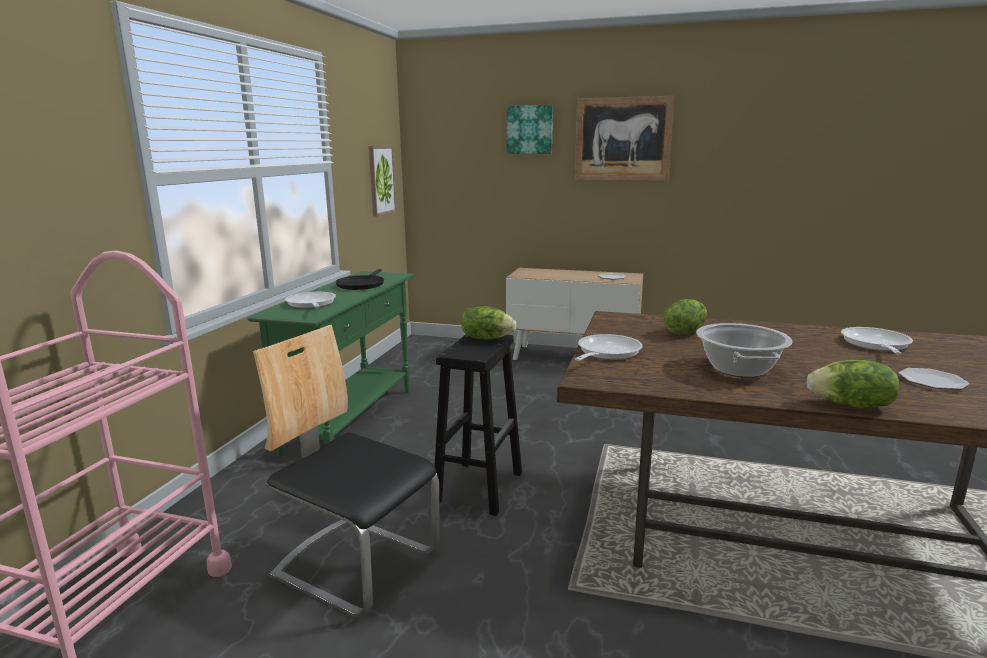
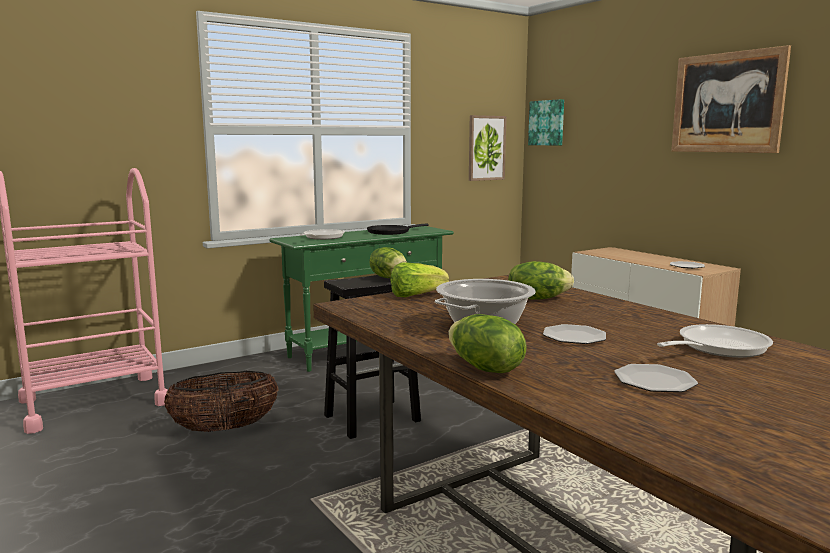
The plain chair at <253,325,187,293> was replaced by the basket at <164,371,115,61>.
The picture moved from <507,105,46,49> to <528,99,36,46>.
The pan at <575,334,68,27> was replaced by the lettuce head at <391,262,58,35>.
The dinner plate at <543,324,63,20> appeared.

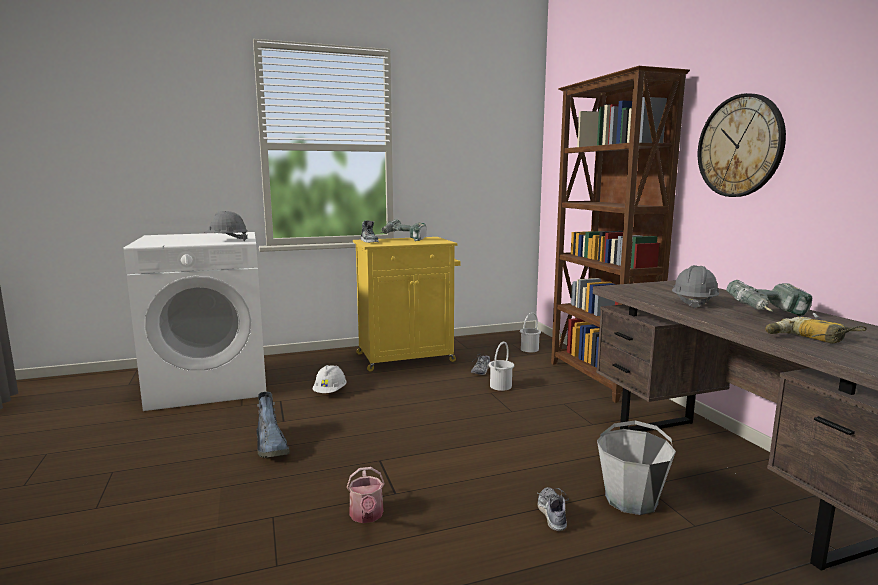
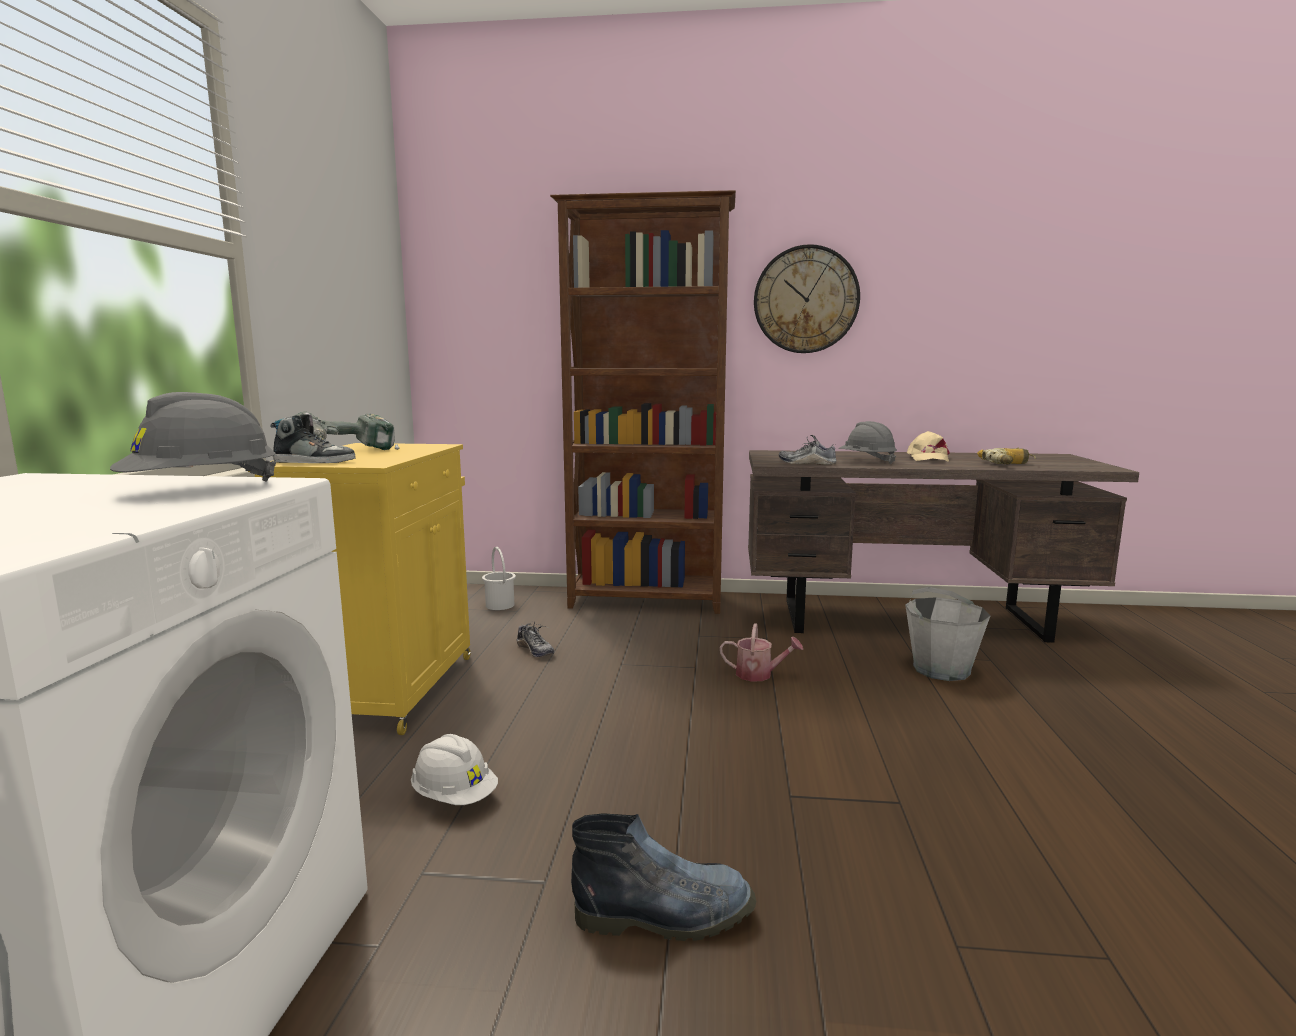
The sprinkling can moved from <347,467,38,56> to <720,623,84,59>.
The whitish bucket at <489,342,25,49> disappeared.
The low shoe moved from <536,487,33,44> to <779,435,58,30>.
The electric drill at <726,280,93,38> was replaced by the beige-coloured peaked cap at <907,431,43,31>.

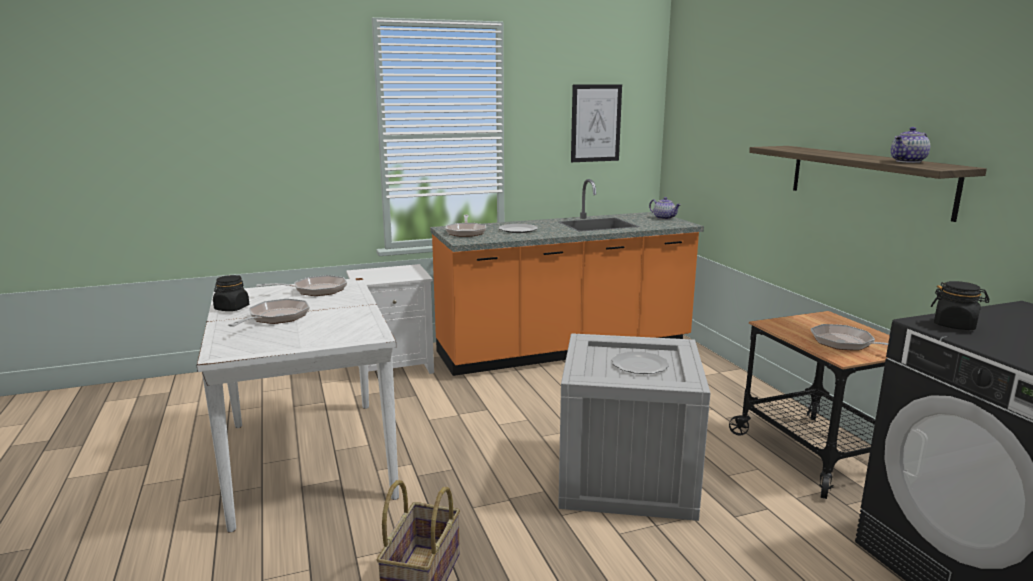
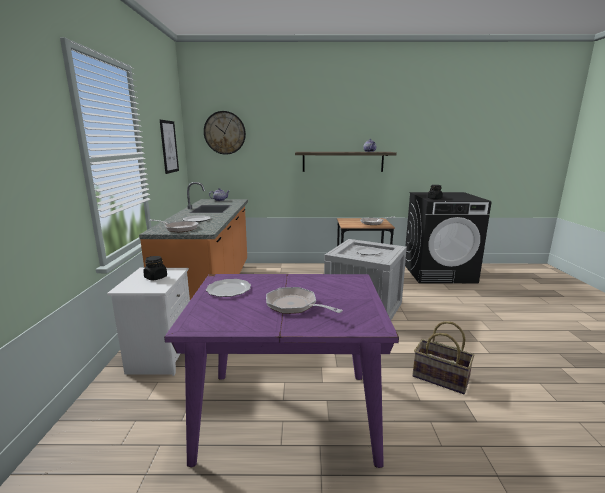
The whitish dinner table at <197,278,202,255> became the purple dinner table at <164,274,235,194>.
The blackish preserve jar moved from <213,275,36,36> to <143,256,24,25>.
The pan at <256,275,91,21> was replaced by the dinner plate at <206,279,45,18>.
The wall clock at <204,111,42,44> appeared.

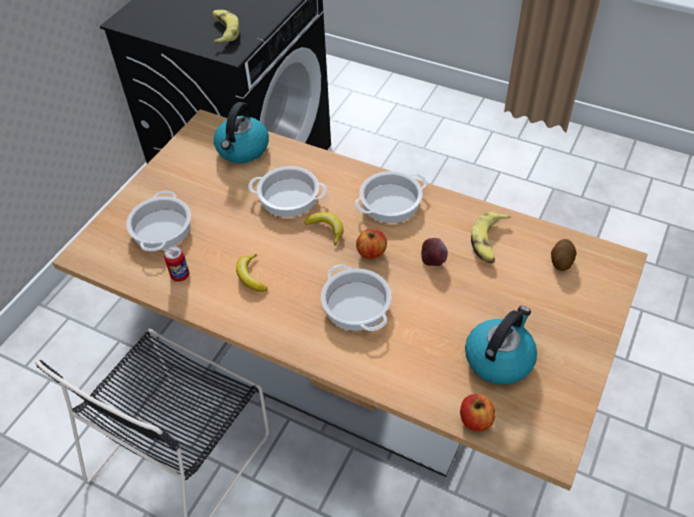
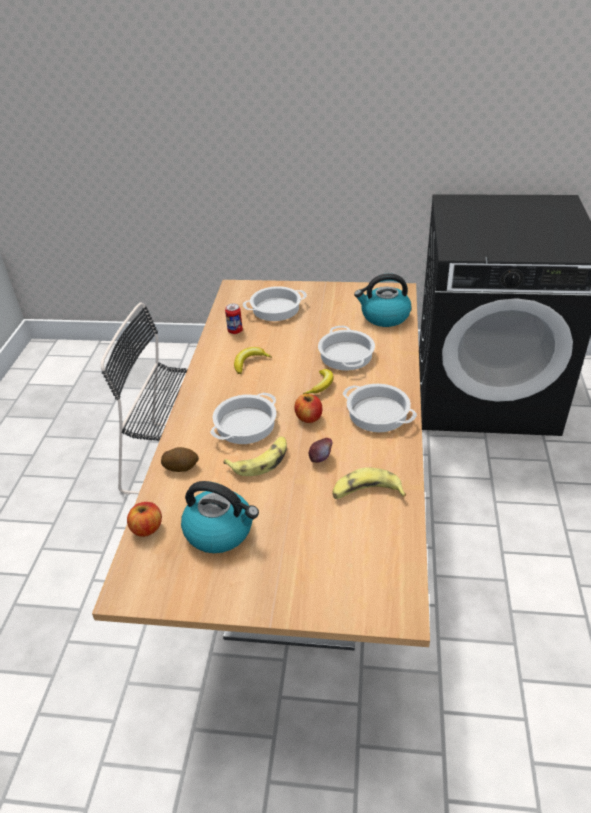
The whole banana moved from <212,10,28,34> to <223,437,64,39>.
The spud moved from <551,239,25,32> to <161,447,38,25>.

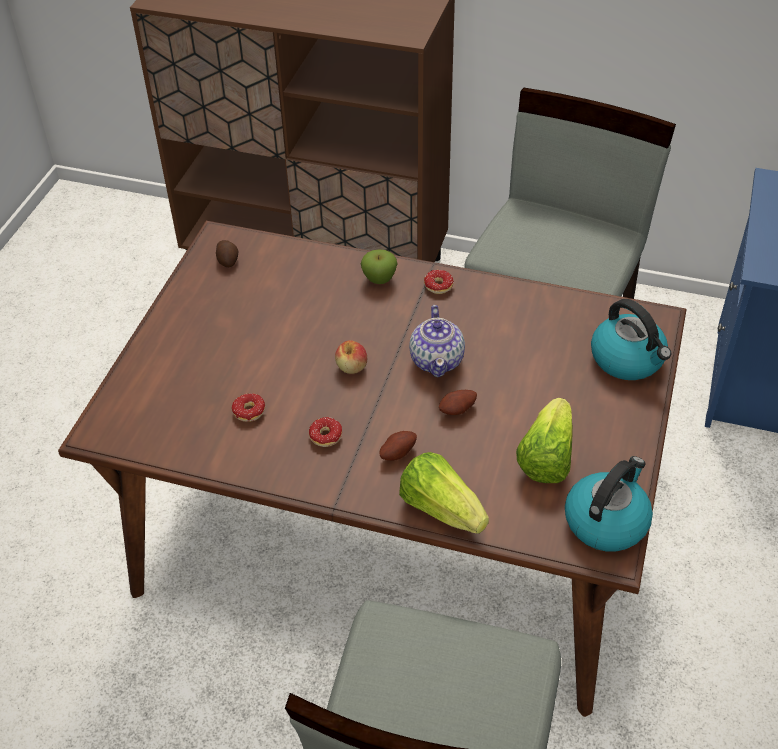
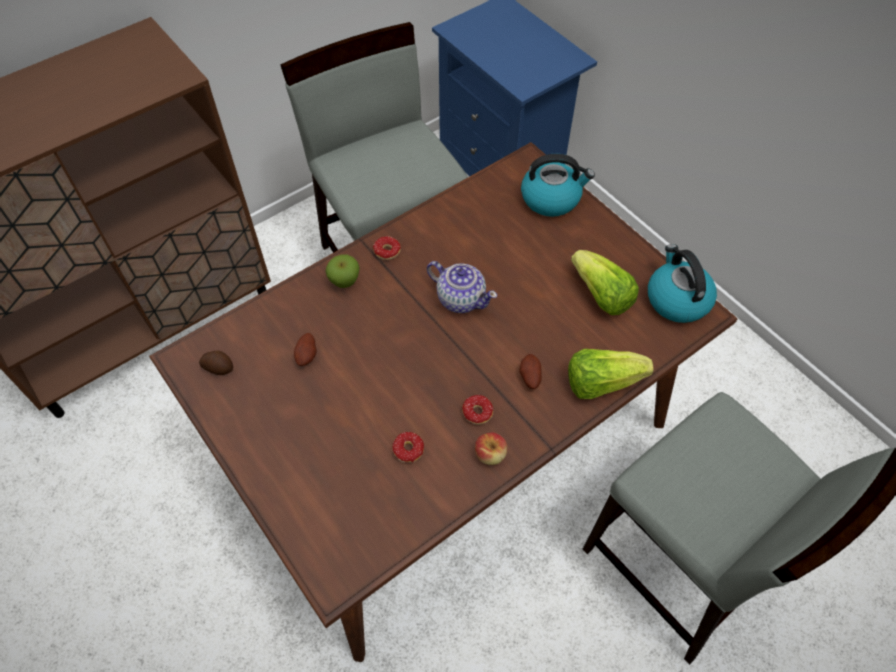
The apple moved from <335,340,32,34> to <475,432,32,33>.
The spud moved from <439,390,38,25> to <294,333,23,33>.

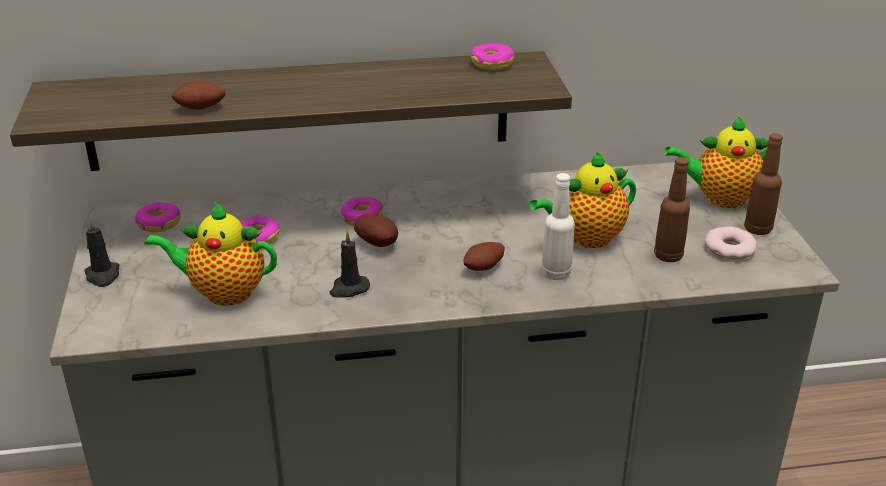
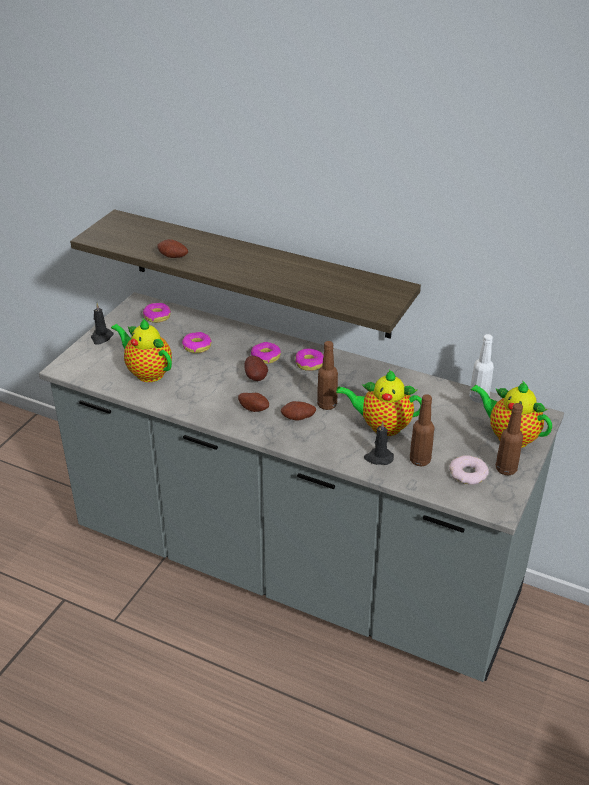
The blackish candle moved from <329,231,41,67> to <364,421,30,44>.
The doughnut moved from <471,44,43,26> to <295,349,28,22>.
The whitish bottle moved from <541,173,34,107> to <469,334,25,69>.
The spud at <238,393,31,19> appeared.
The brown bottle at <317,341,21,69> appeared.

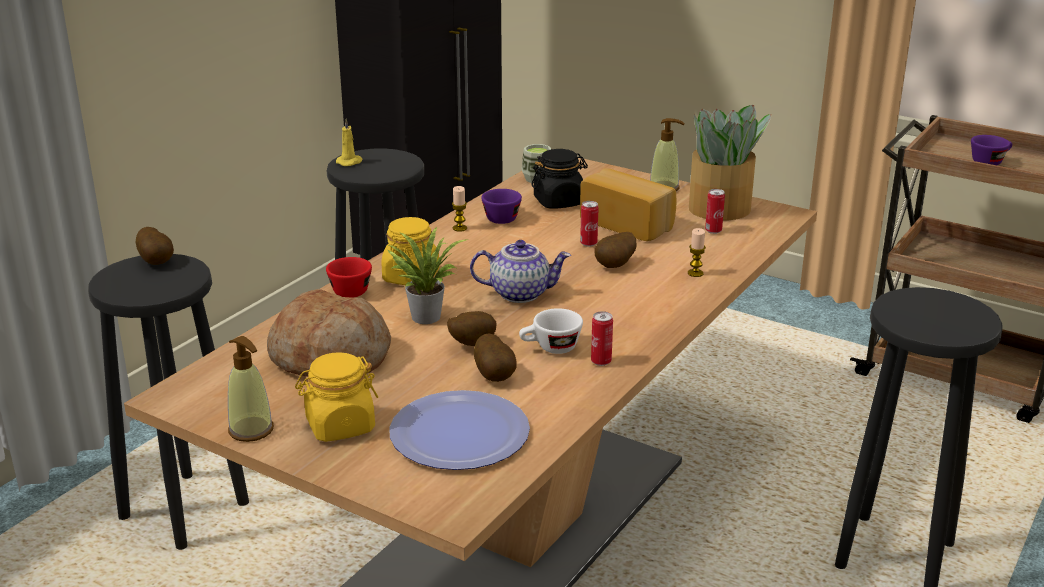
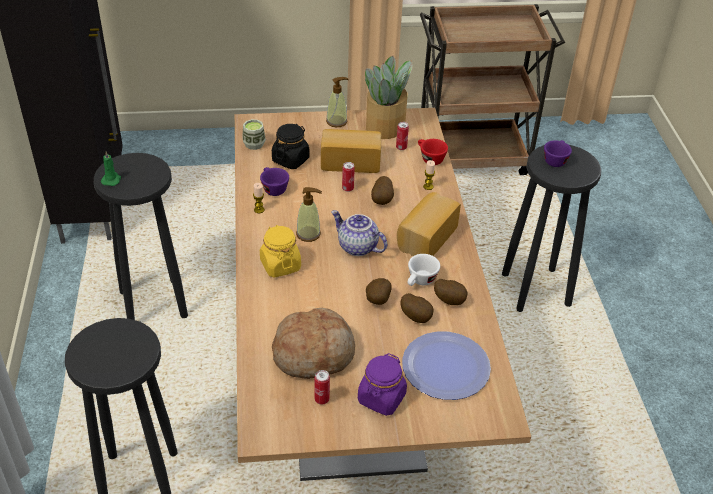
The spud moved from <136,227,38,38> to <434,279,33,26>.
The soap bottle moved from <228,336,46,106> to <296,187,26,55>.
The yellow-coloured preserve jar at <295,352,83,90> became the purple preserve jar at <358,353,49,63>.
The red small cup moved from <326,257,46,41> to <418,139,30,26>.
The yellow-coloured candle at <336,118,27,48> became the green-coloured candle at <101,151,20,35>.
The plant in a pot at <388,227,81,97> disappeared.
The pot for tea at <470,240,101,63> turned 105 degrees counterclockwise.
The metal can moved from <591,311,22,55> to <315,370,15,35>.
The purple small cup moved from <971,135,41,30> to <544,140,28,27>.
The bakery bread at <397,192,64,64> appeared.

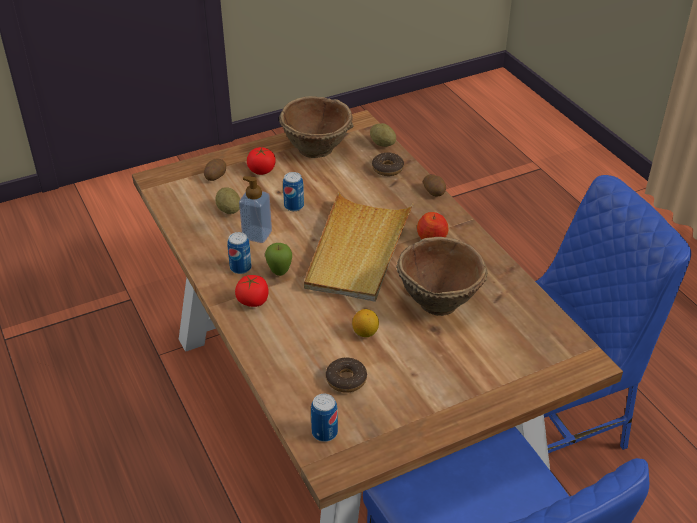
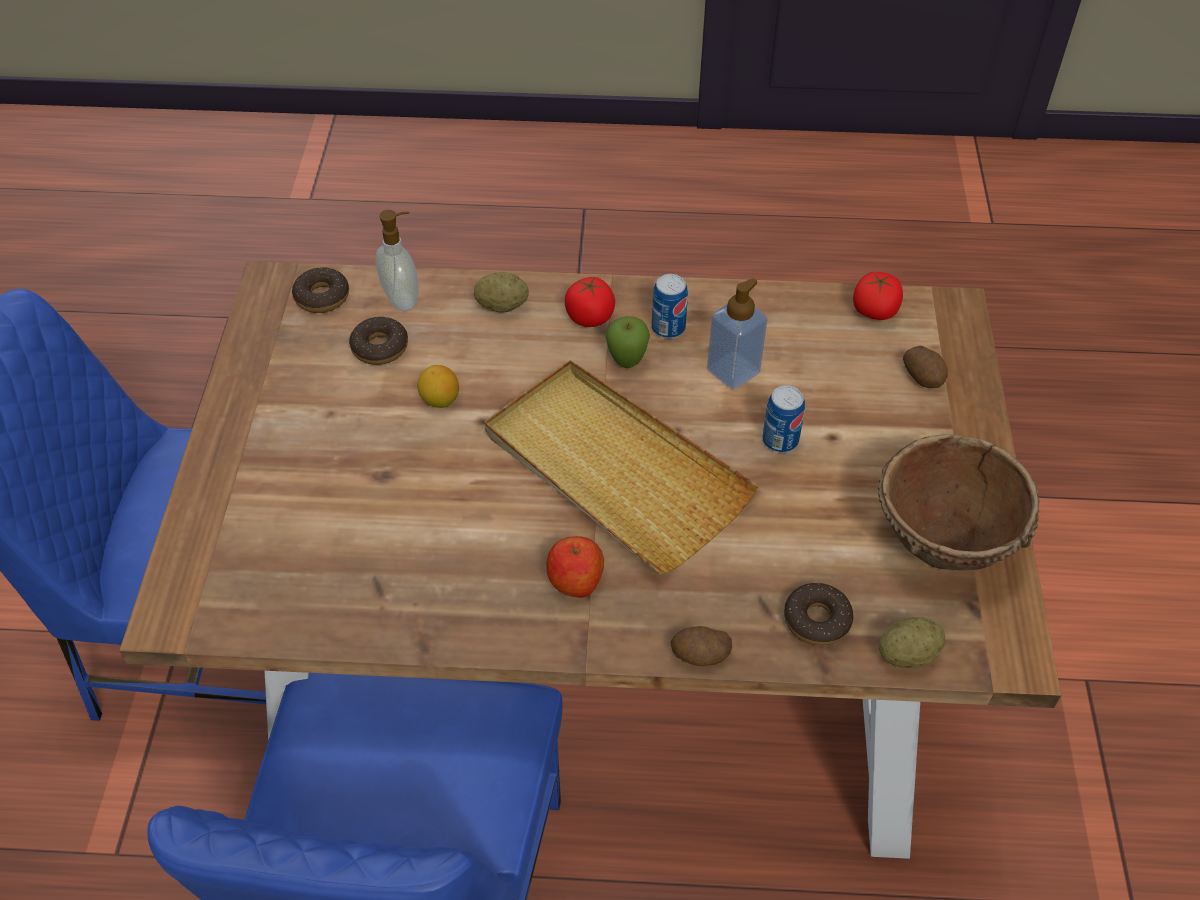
The spud moved from <215,187,25,27> to <474,272,55,41>.
The fresh tomato moved from <247,147,29,28> to <853,272,50,48>.
The metal can at <311,394,27,48> was replaced by the doughnut at <292,267,57,46>.
The brown serving bowl at <396,237,92,79> disappeared.
The soap bottle at <376,210,43,101> appeared.

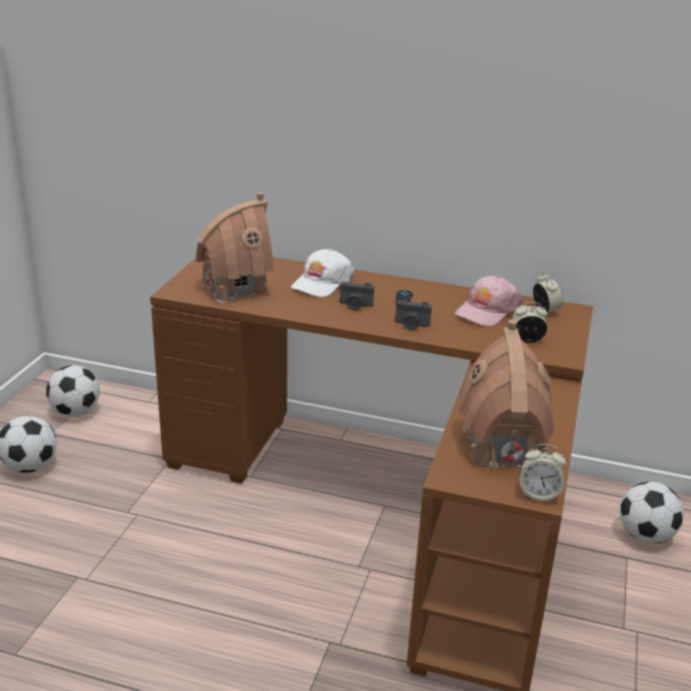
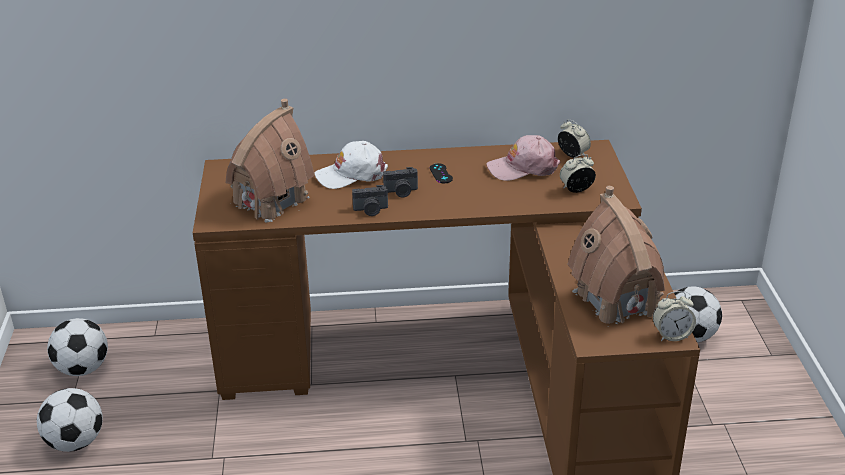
The whitish peaked cap at <291,249,64,48> turned 60 degrees clockwise.
The photo camera moved from <395,300,37,30> to <352,185,36,31>.
The pinkish peaked cap at <455,276,67,50> turned 60 degrees clockwise.

